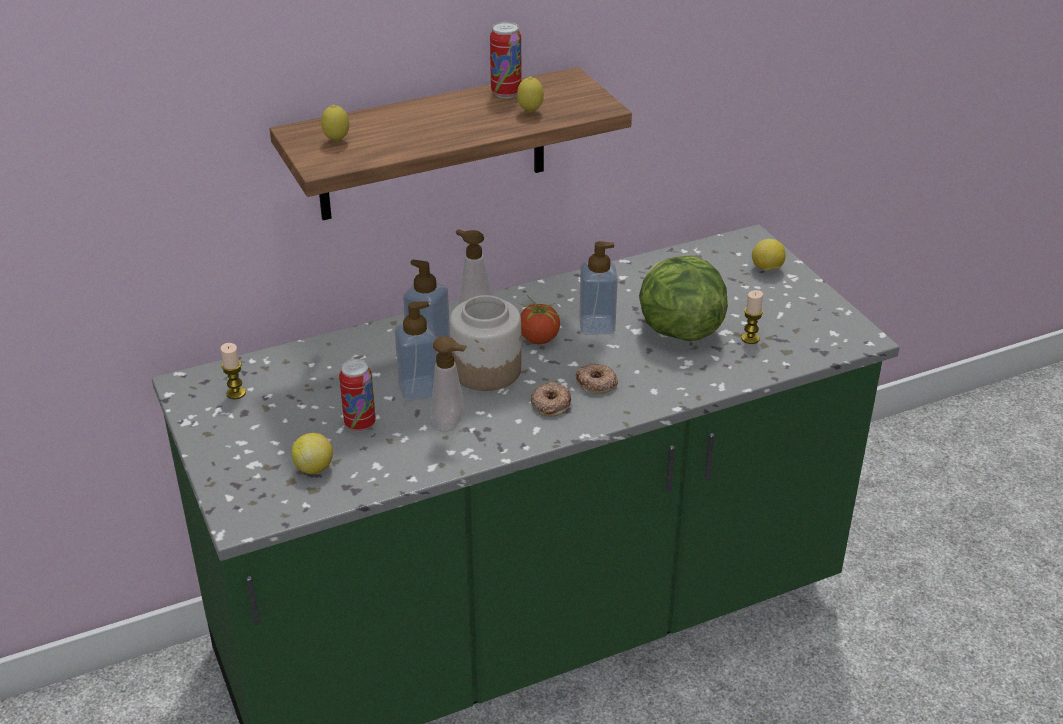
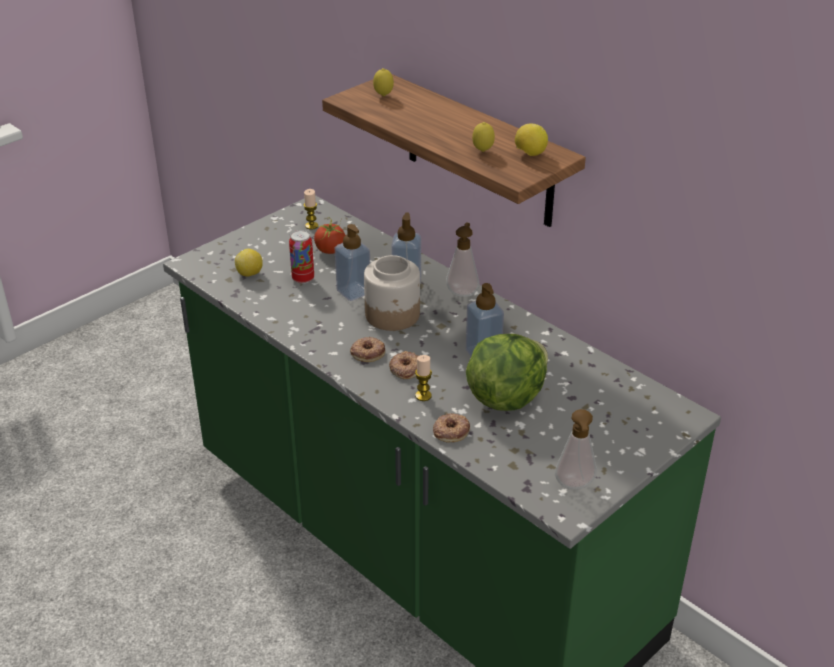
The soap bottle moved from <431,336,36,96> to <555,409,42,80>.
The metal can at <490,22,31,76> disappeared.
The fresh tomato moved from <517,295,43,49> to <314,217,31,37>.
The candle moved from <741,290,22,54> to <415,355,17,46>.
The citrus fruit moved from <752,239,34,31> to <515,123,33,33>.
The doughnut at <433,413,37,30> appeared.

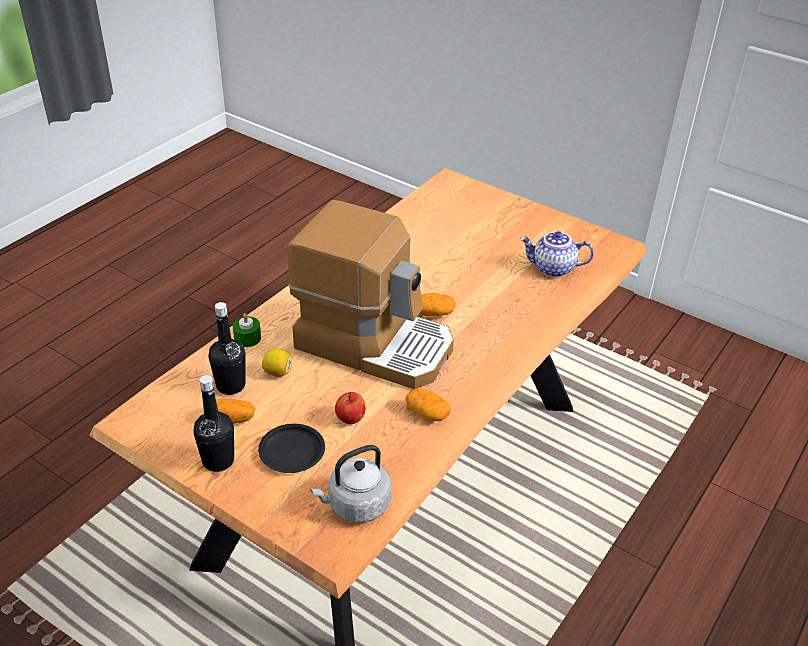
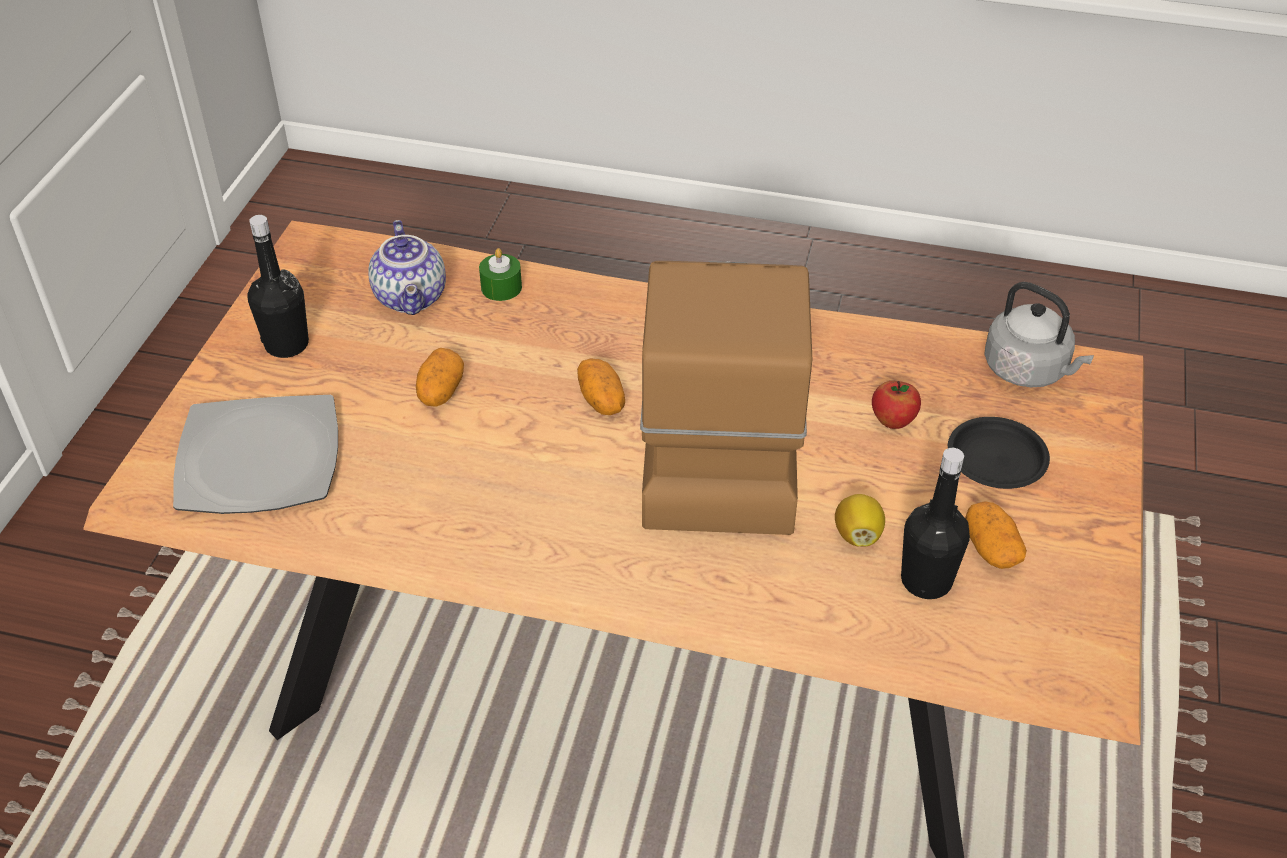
The blackish bottle moved from <193,375,41,97> to <247,215,62,143>.
The green-coloured candle moved from <233,313,28,34> to <479,248,43,53>.
The spud moved from <405,388,46,33> to <416,348,48,59>.
The dinner plate at <173,395,165,119> appeared.

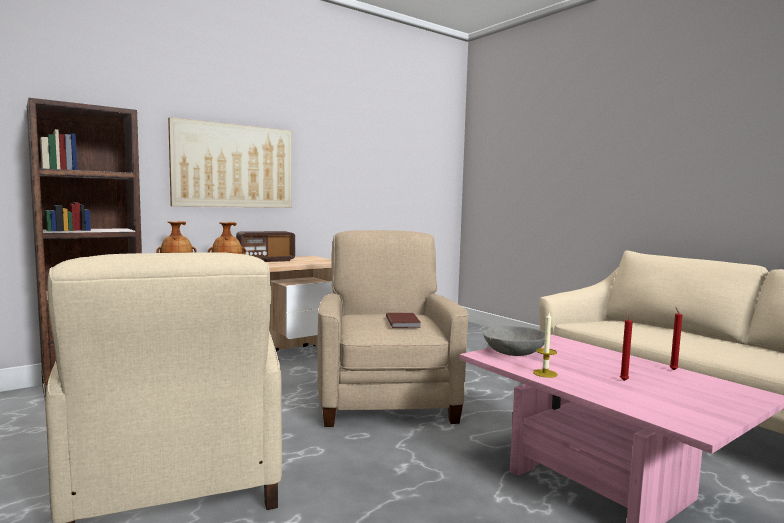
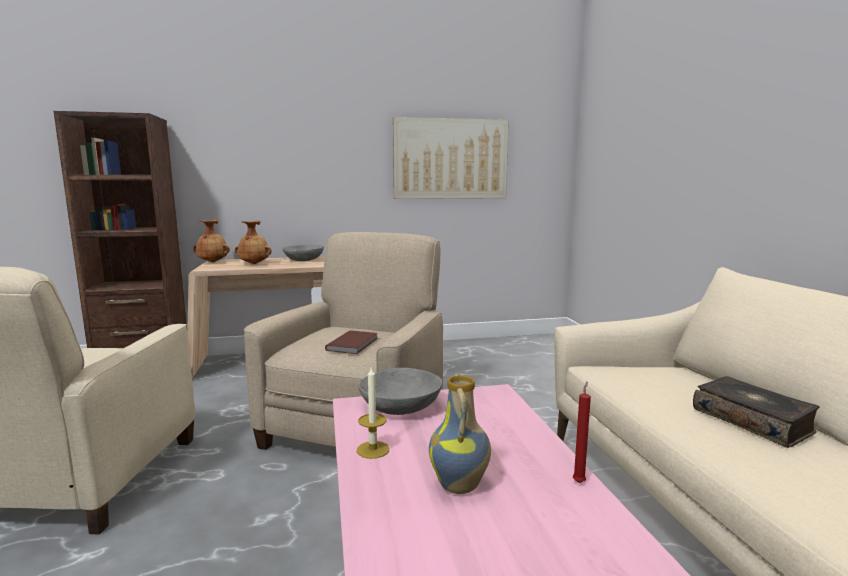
The picture moved from <168,117,124,91> to <393,117,116,82>.
The radio set at <236,231,59,31> was replaced by the greyish serving bowl at <282,244,42,17>.
The red candle at <620,313,13,68> was replaced by the vase at <429,373,62,121>.
The volume at <693,376,127,72> appeared.

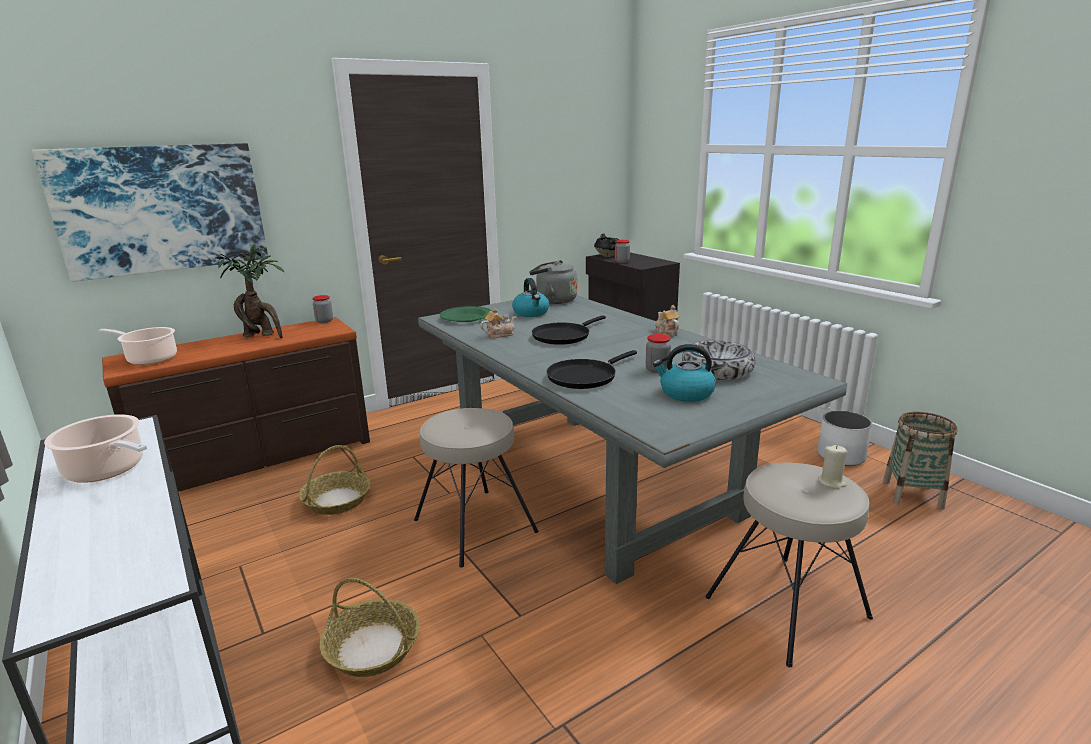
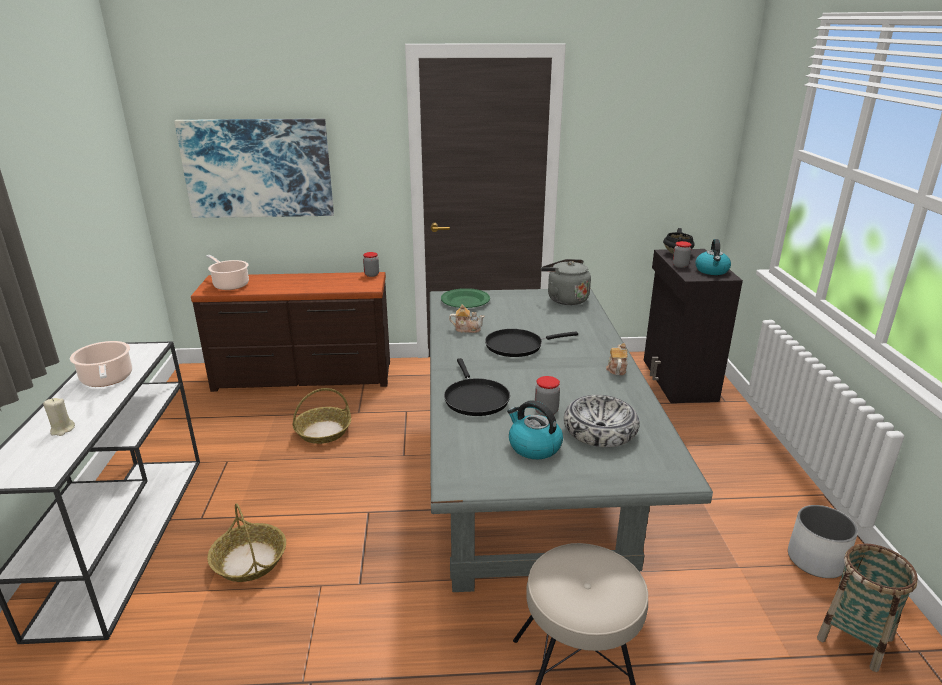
The plant in a pot at <215,243,70,95> disappeared.
The beige-coloured stool at <414,408,125,160> disappeared.
The kettle moved from <512,278,37,39> to <695,239,36,36>.
The blackish pan at <546,350,91,39> turned 90 degrees counterclockwise.
The beige-coloured candle moved from <818,445,29,44> to <43,398,32,38>.

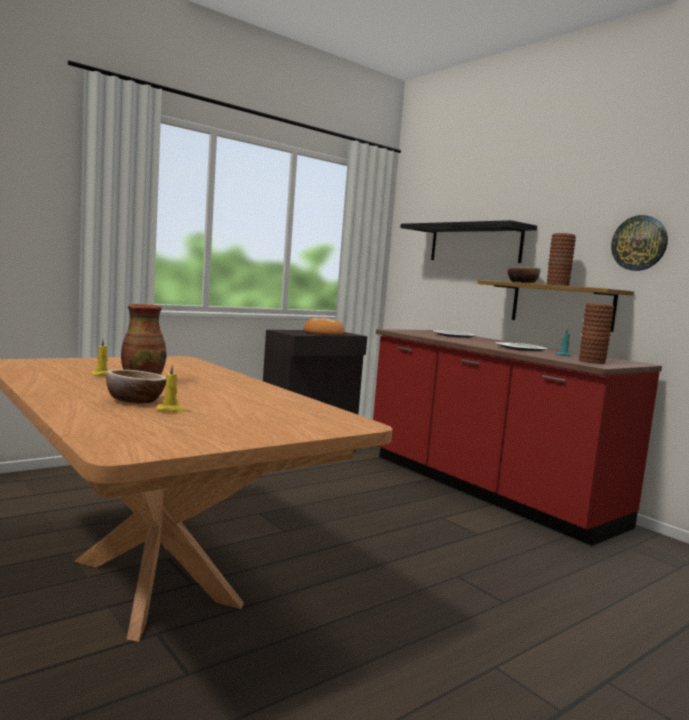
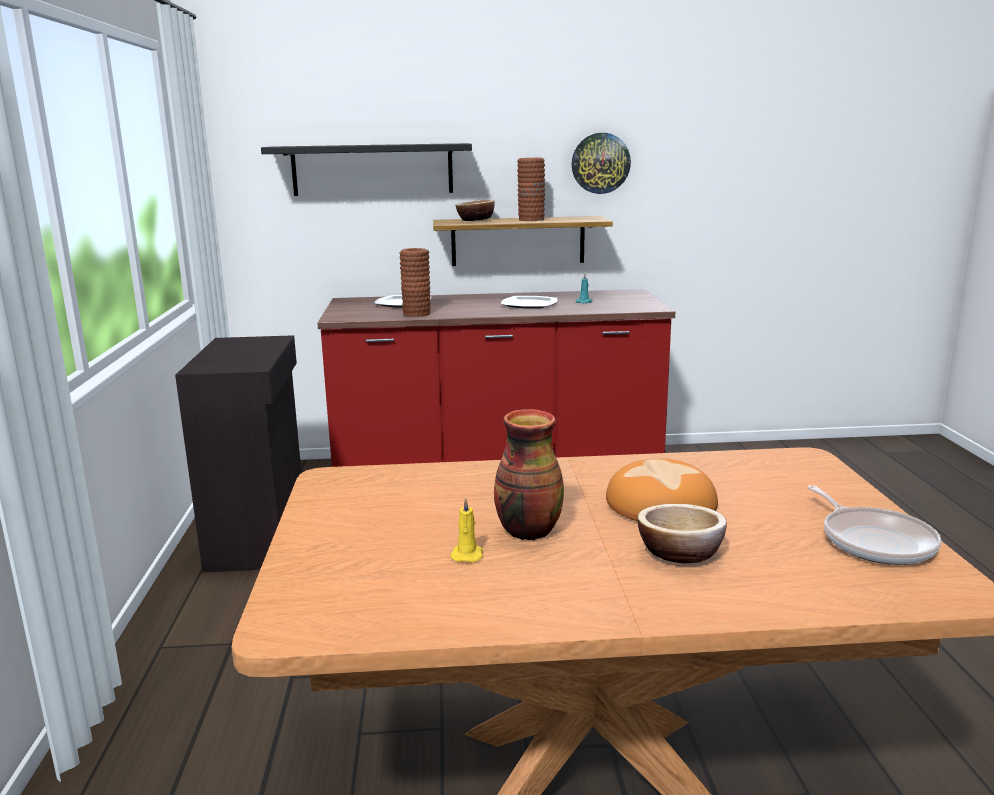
The yellow-coloured candle at <156,365,30,47> disappeared.
The bakery bread moved from <304,318,41,17> to <606,459,112,62>.
The brown vase moved from <579,302,35,62> to <400,248,31,69>.
The pan at <807,485,135,80> appeared.

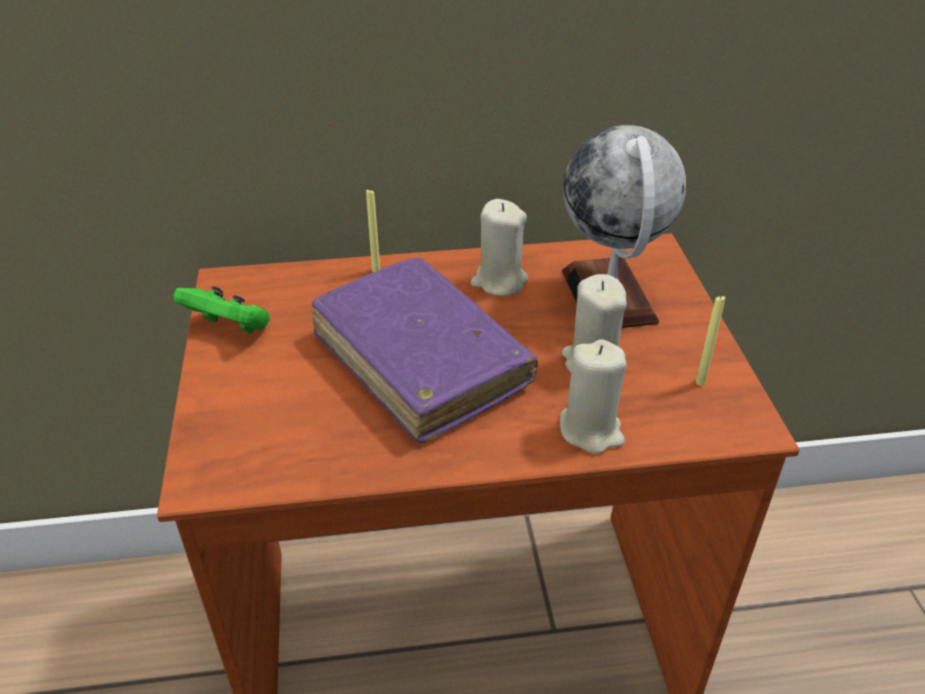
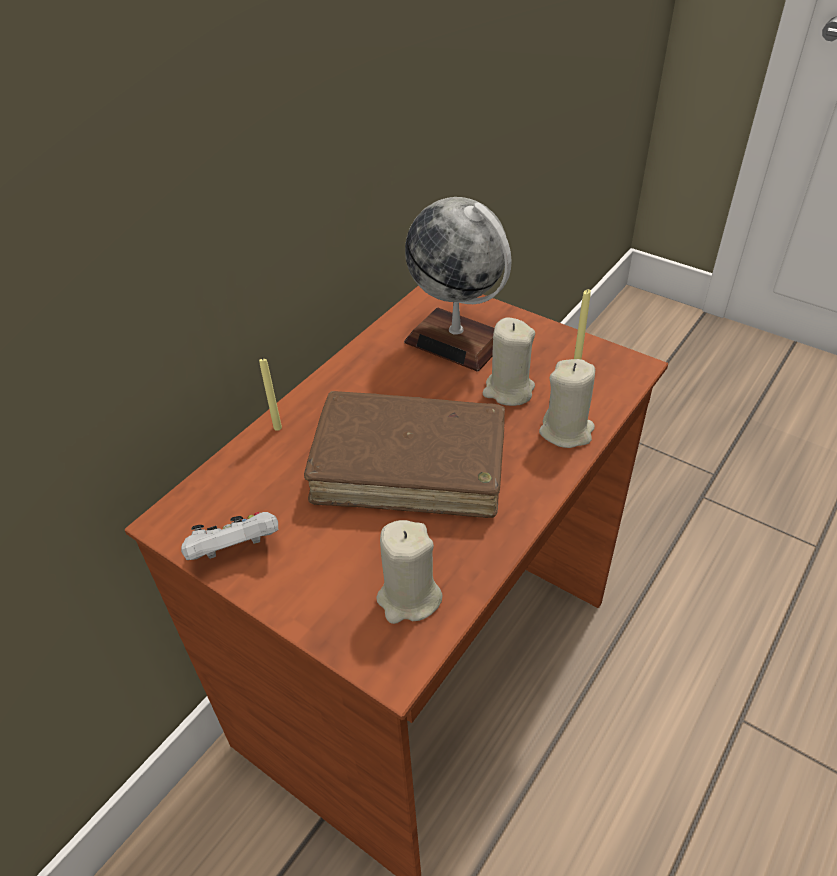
The green-coloured gamepad at <173,286,97,48> became the whitish gamepad at <181,512,97,48>.
The purple volume at <312,257,226,186> became the brown volume at <304,391,201,127>.
The beige-coloured candle moved from <471,199,57,97> to <376,520,66,104>.

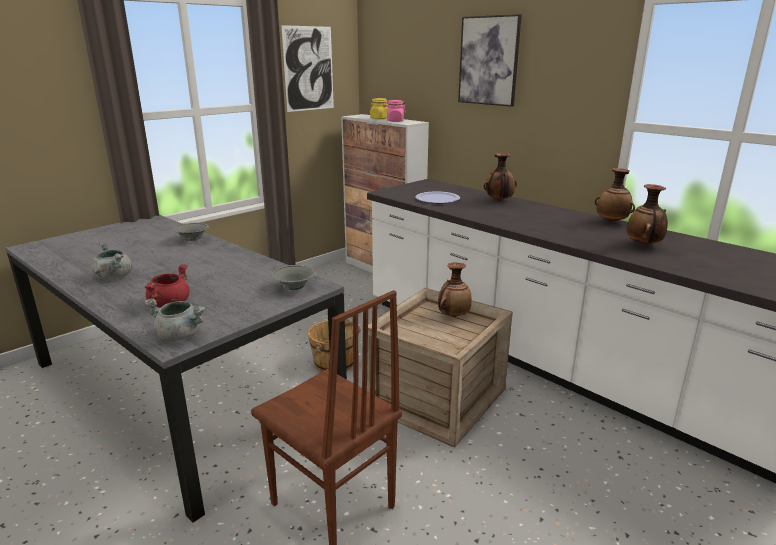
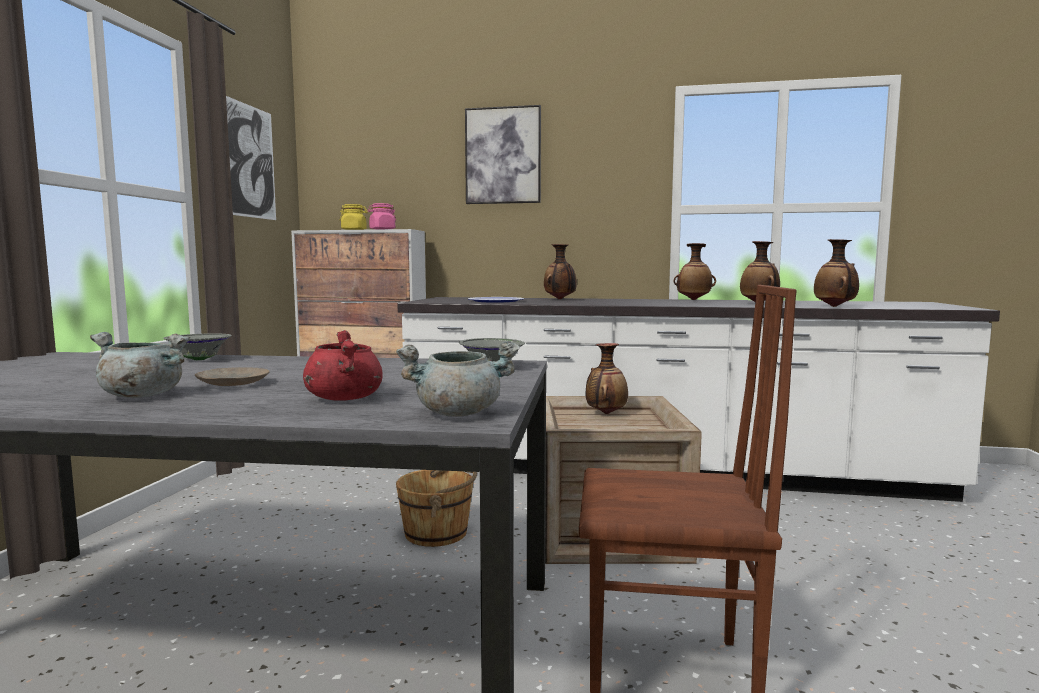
The beige-coloured dinner plate at <195,367,75,19> appeared.
The vase at <814,239,45,68> appeared.

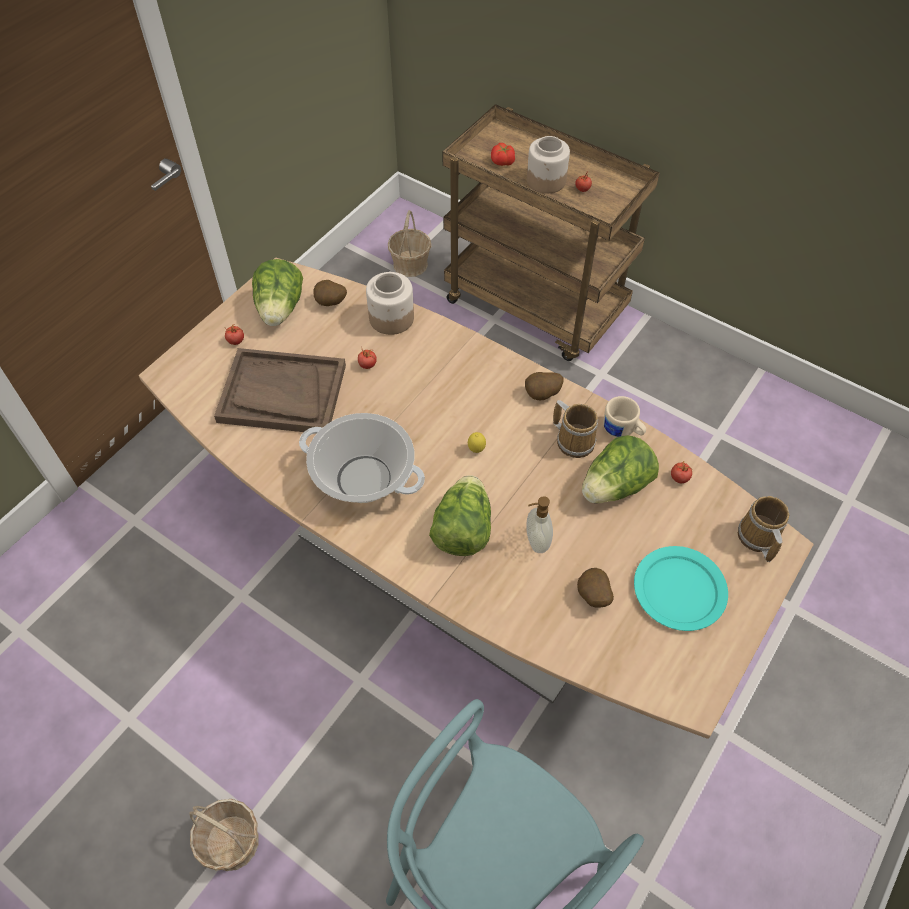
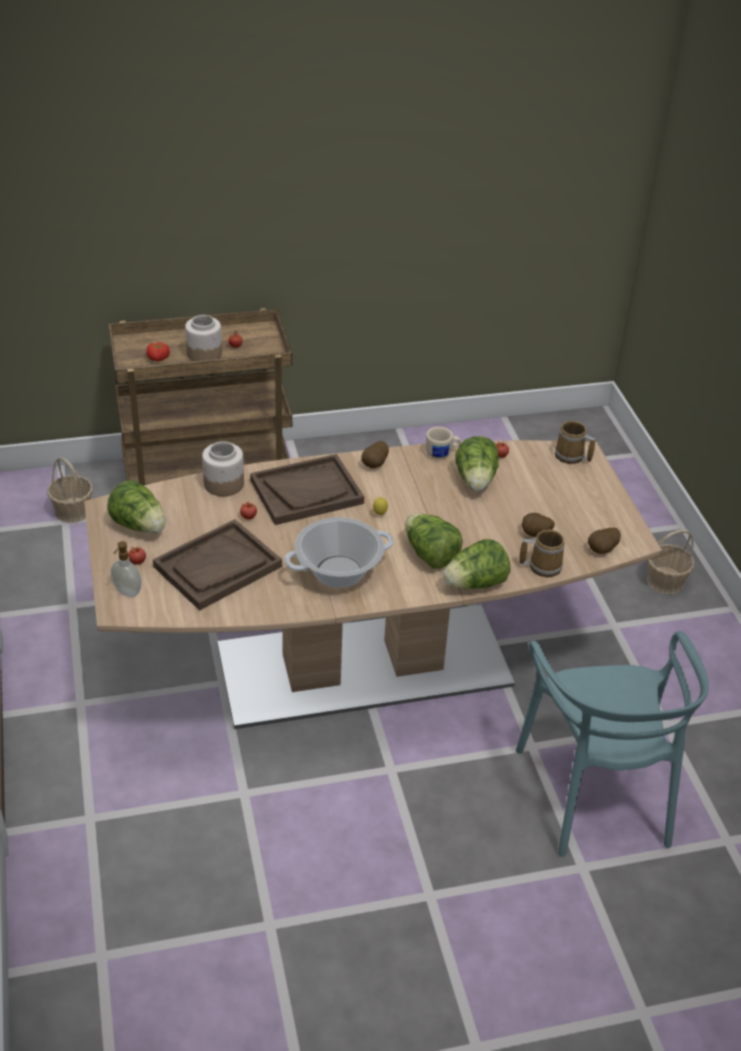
The basket moved from <189,799,69,72> to <647,530,47,65>.
The spud moved from <313,280,34,26> to <588,528,33,26>.
The soap bottle moved from <527,496,26,57> to <111,541,31,56>.
The coffee mug moved from <553,400,45,58> to <520,530,45,47>.
The turquoise dinner plate at <634,546,94,85> disappeared.
The brown serving tray at <250,454,114,71> appeared.
The lettuce head at <443,539,67,50> appeared.

